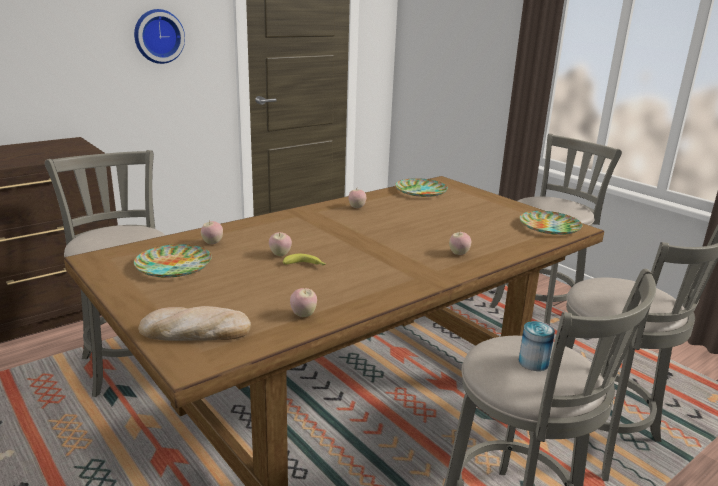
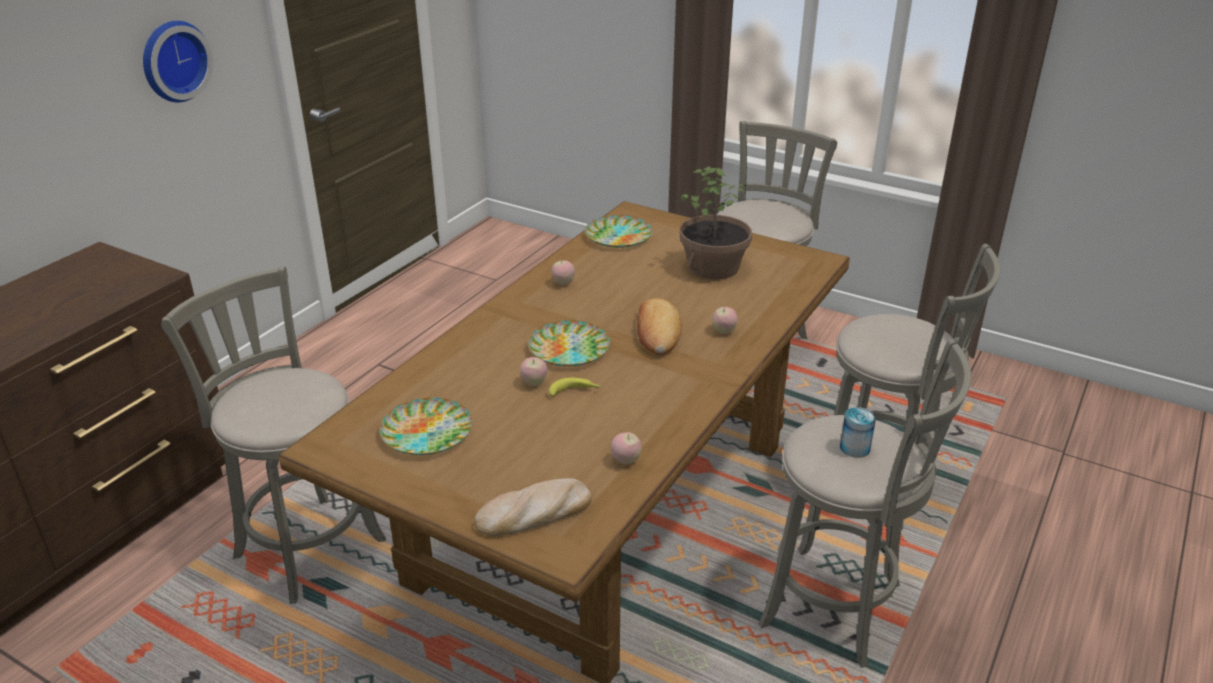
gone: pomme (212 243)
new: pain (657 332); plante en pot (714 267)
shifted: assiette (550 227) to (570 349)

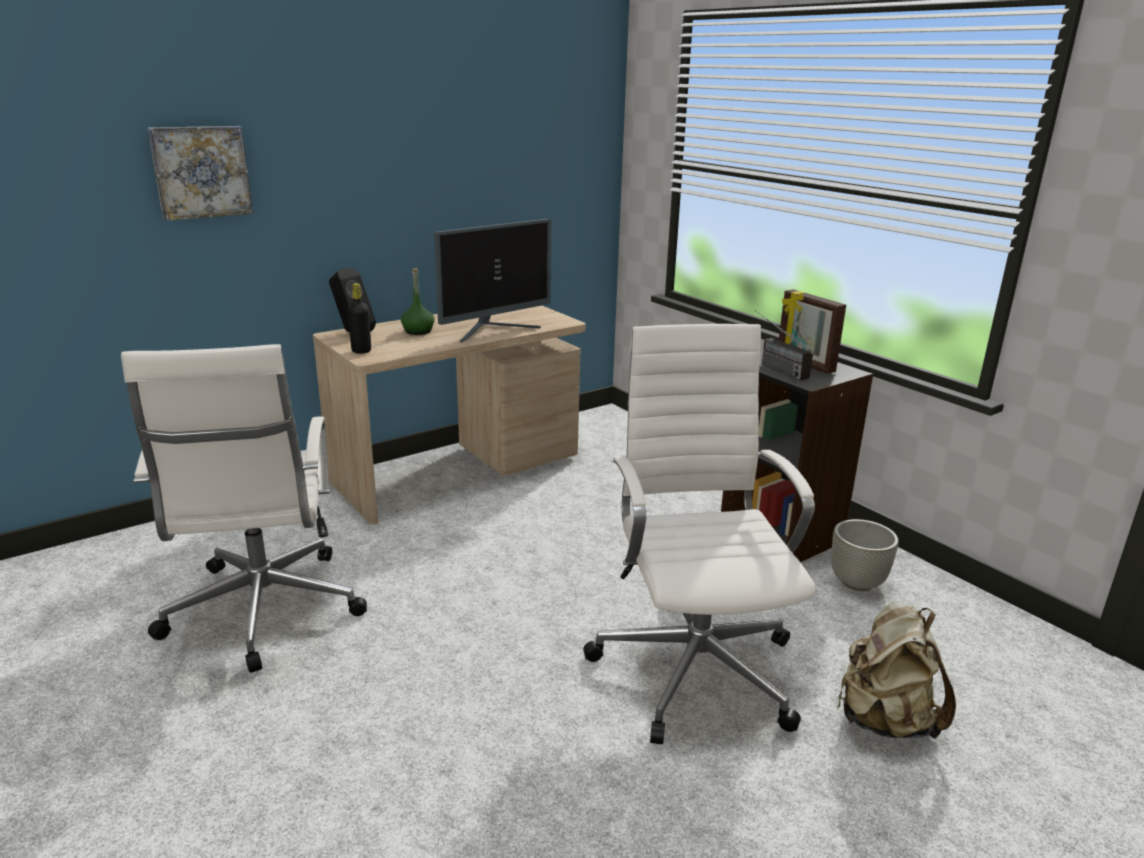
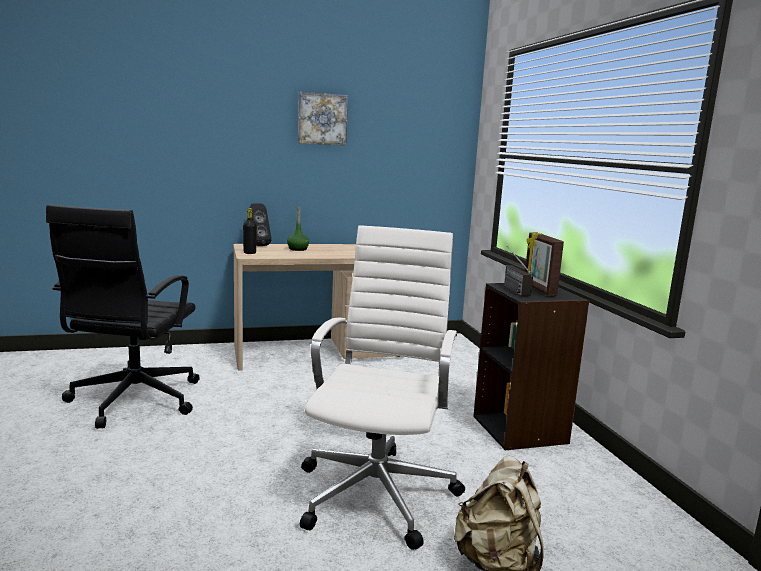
gone: écran d'ordinateur (494 330); cache-pot (gris) (857 582)
shifted: tableau (201 172) to (322 119)
repainted: chaise de bureau (blanc) (263 612) to chaise de bureau (noir) (133 401)

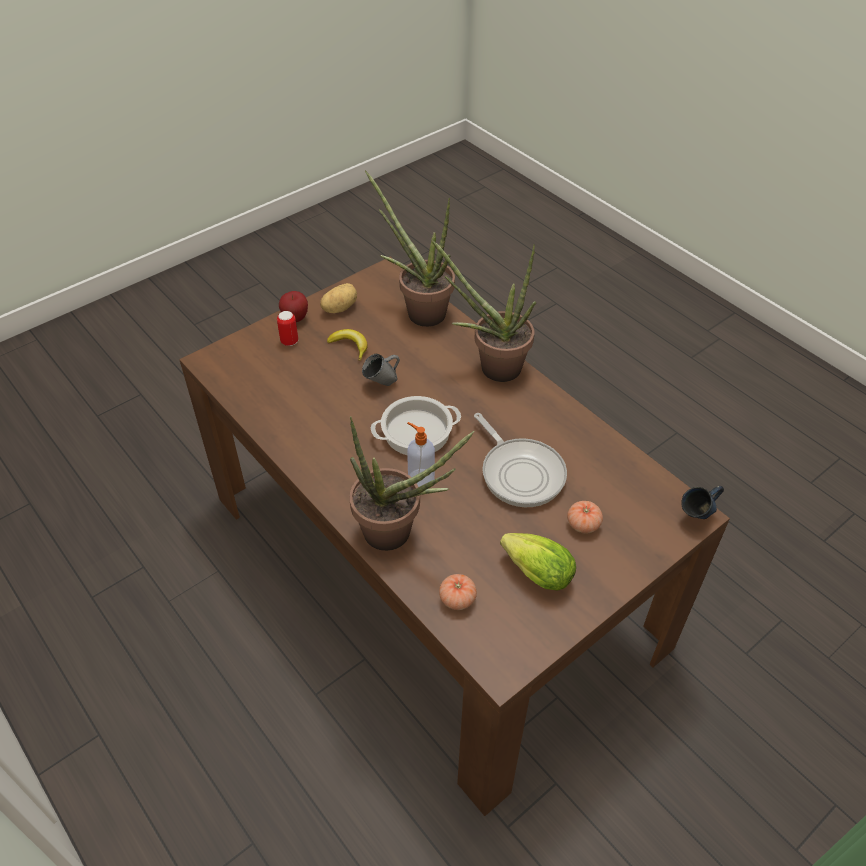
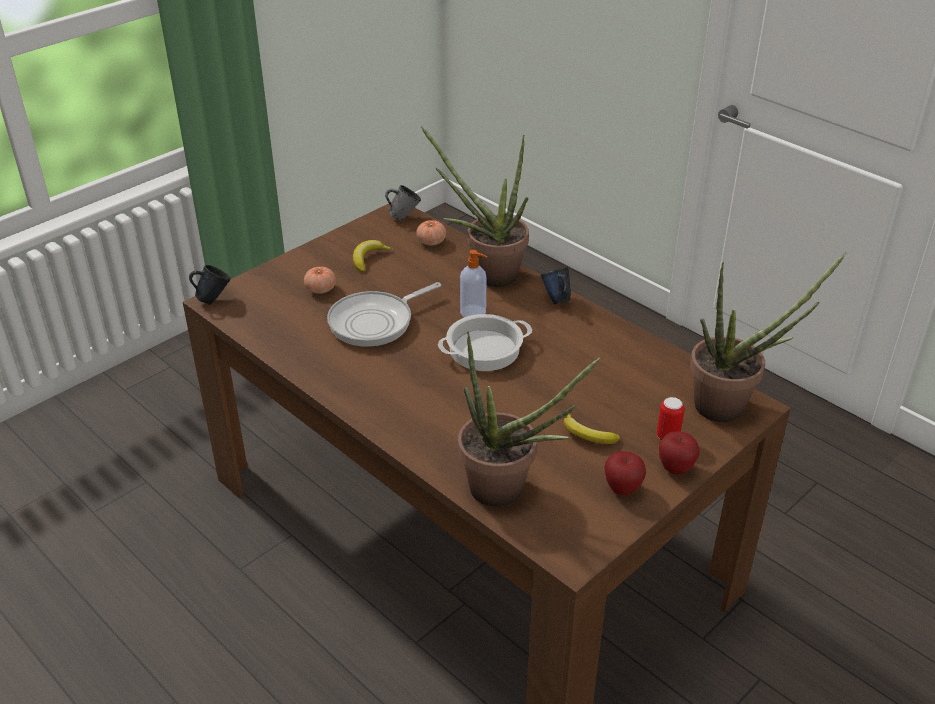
new: mug (bleu) (556 300)
shifted: mug (gris) (382 384) to (403 217); plante en pot (491 367) to (731 406)
swapped: pomme de terre (339 308) to pomme (622 489); laitue (533 571) to banane (369 259)
rotated: poêle (520 472) = (375 322) 90 degrees counterclockwise

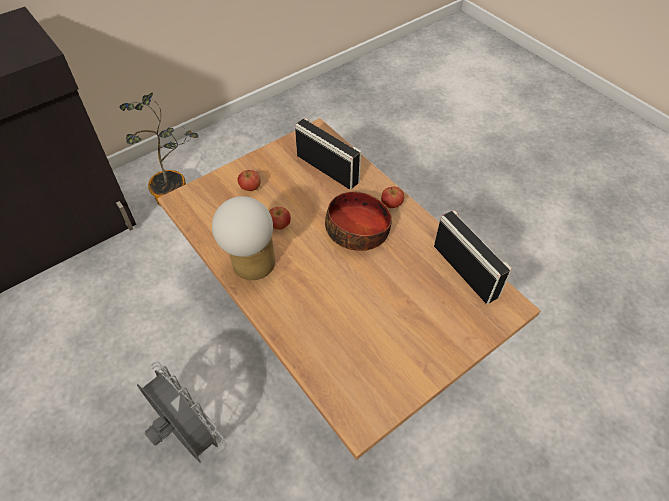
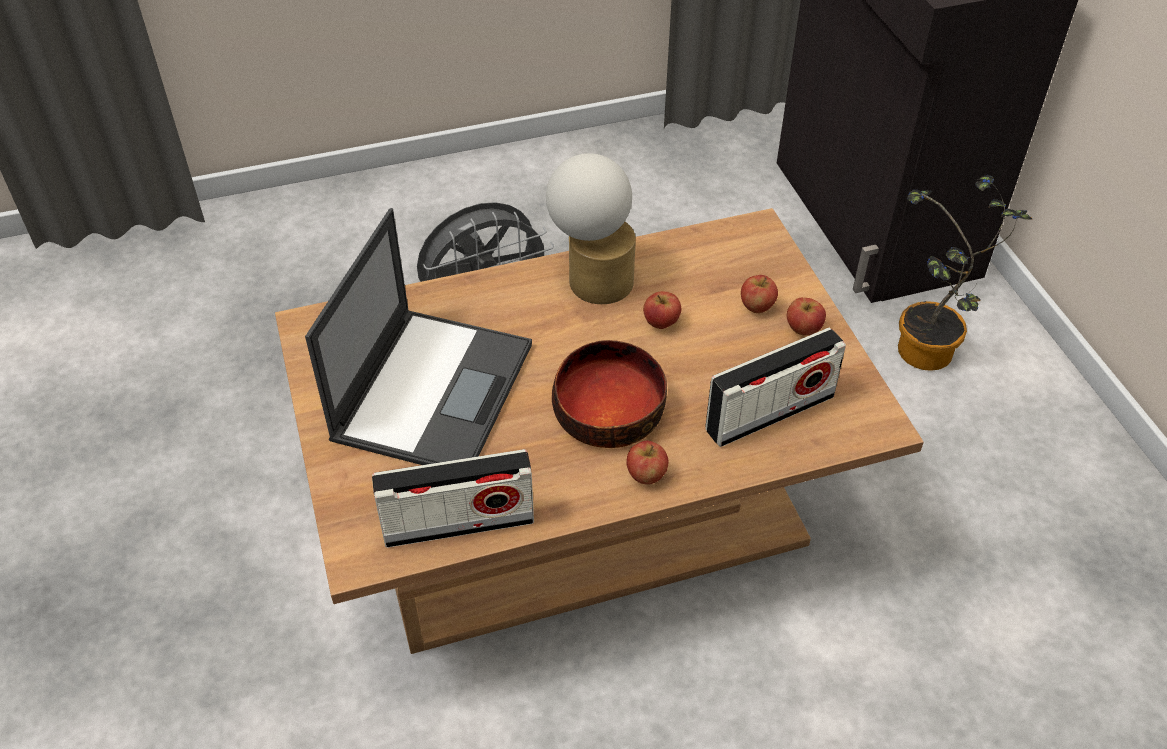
new: ordinateur portable (434 389); pomme (803 329)

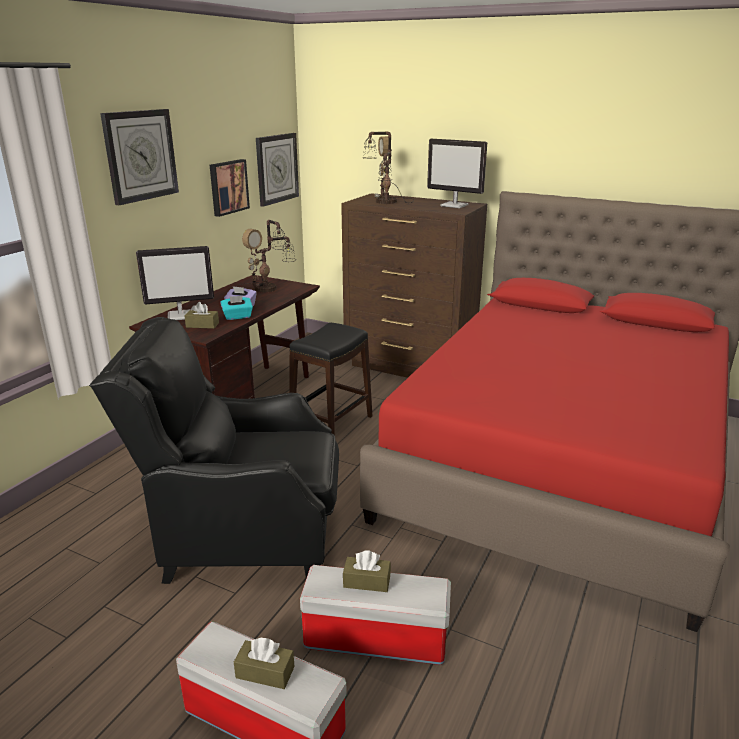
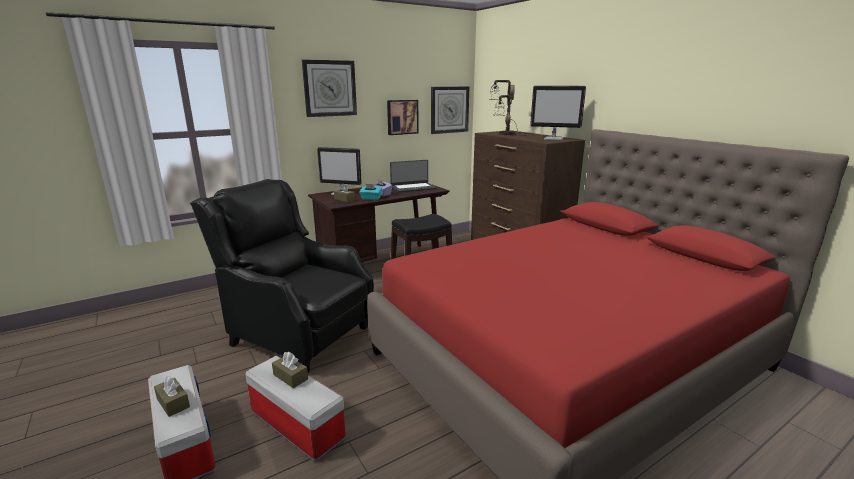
swapped: lampe de table (267 289) to ordinateur portable (413 188)
rotated: écran d'ordinateur (455 205) = (554 139) 45 degrees counterclockwise

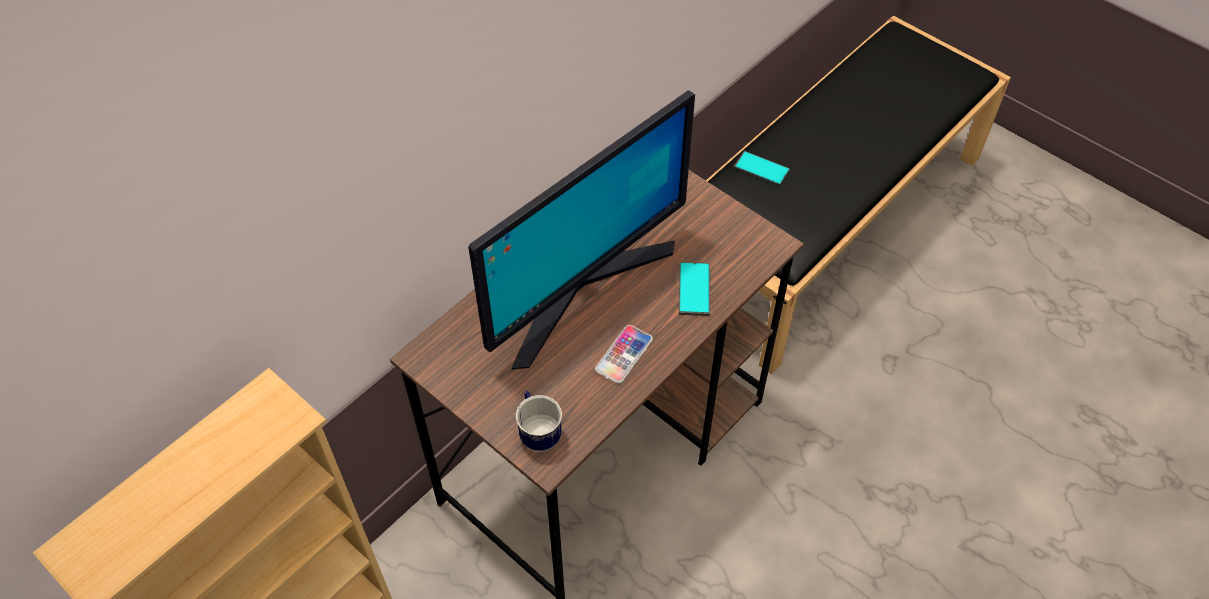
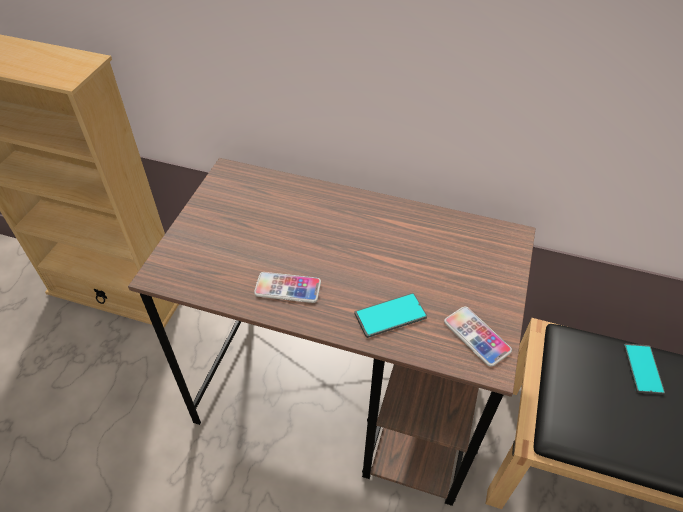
gone: écran d'ordinateur (581 289); mug (538 432)
new: téléphone (476 336)

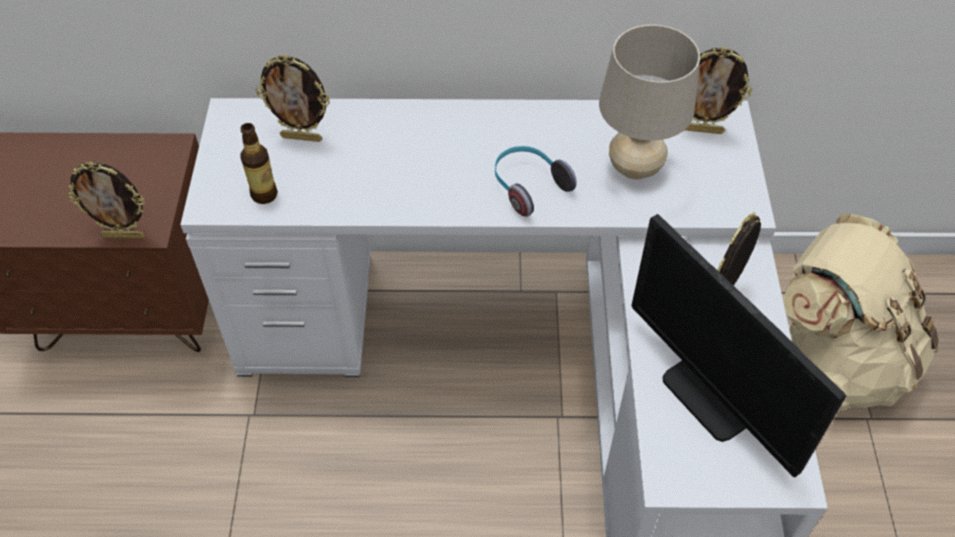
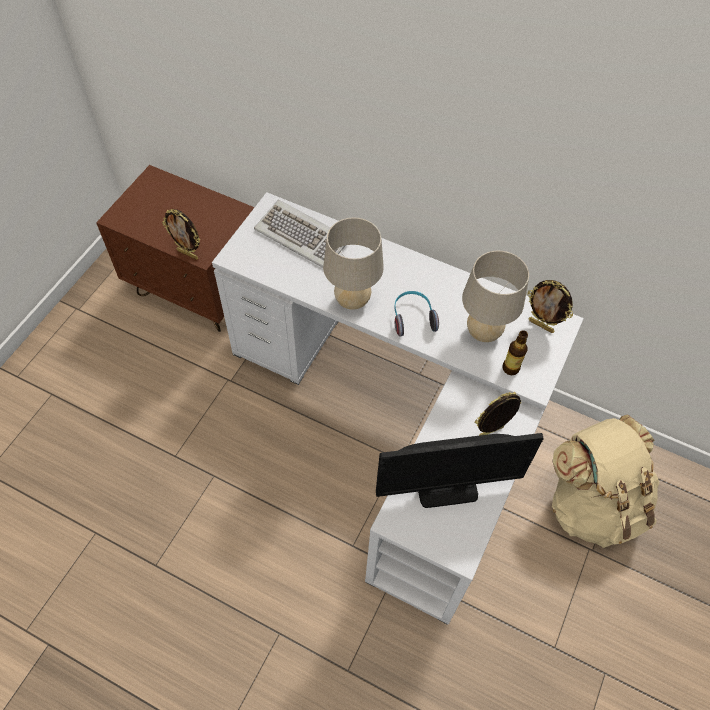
new: lampe de table (beige) (352 301)
shifted: bouteille (264 194) to (510 368)
swapped: cadre photo (302 137) to clavier (302 236)
rotated: écran d'ordinateur (711 395) = (446 486) 90 degrees counterclockwise

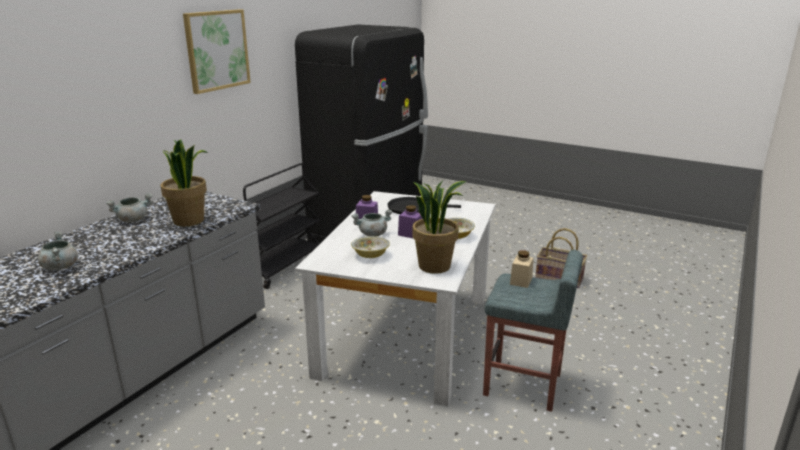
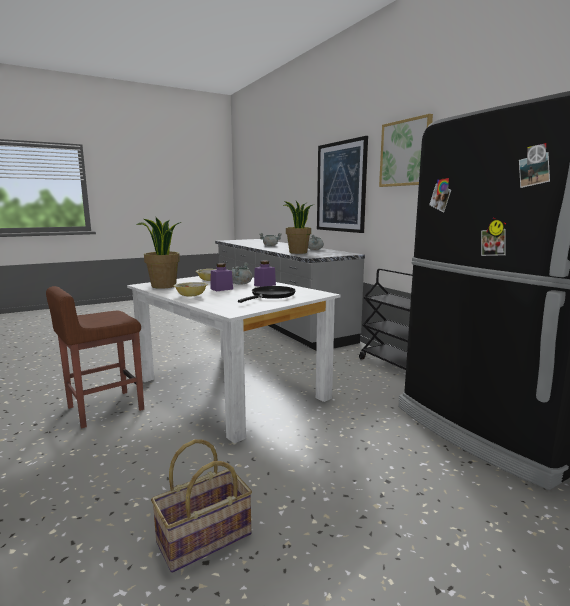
gone: bocal (beige) (521 281)
new: tableau (341 187)
repainted: tabouret (gris) (524 385) to tabouret (marron) (104 408)

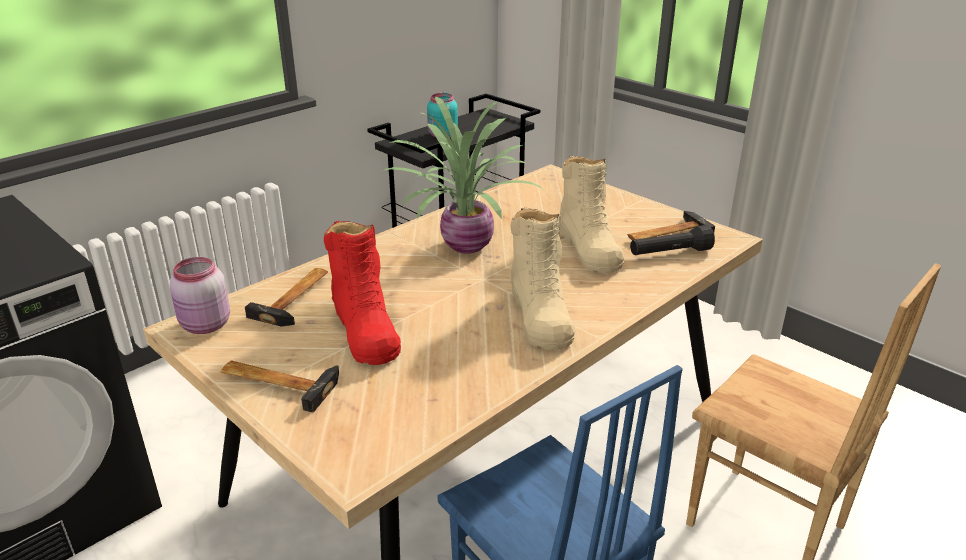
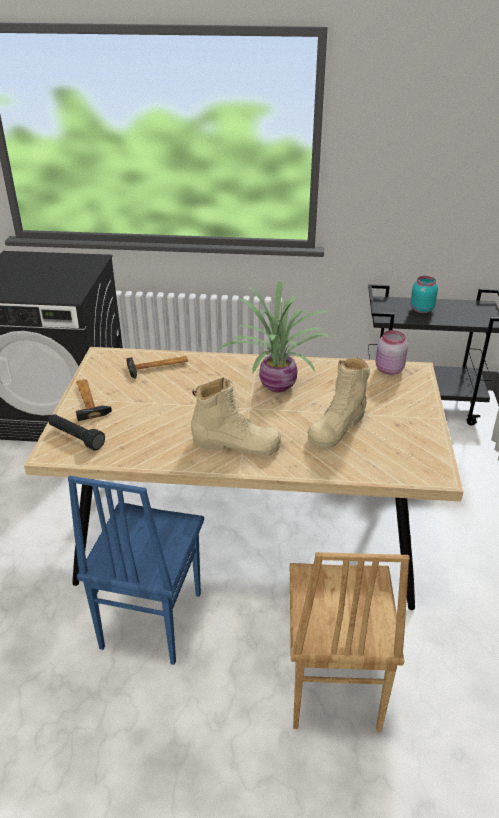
gone: botte (rouge) (365 330); marteau (665 233)
shifted: bocal (rose) (205 326) to (388 370); lampe de poche (noir) (669 253) to (76 438)
rotated: botte (beige) (540 315) = (236 444) 120 degrees counterclockwise

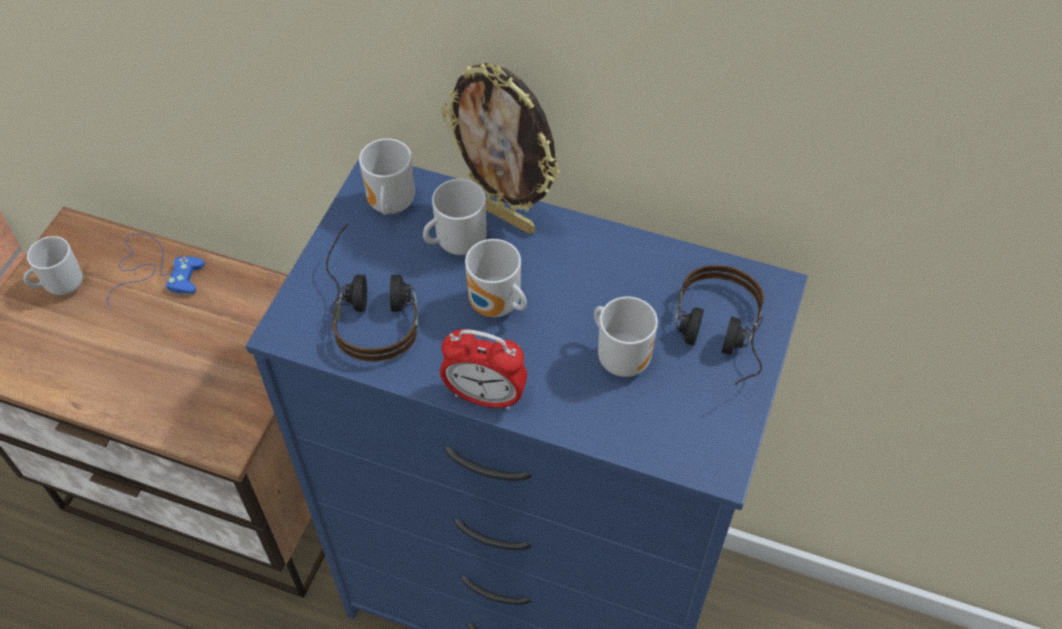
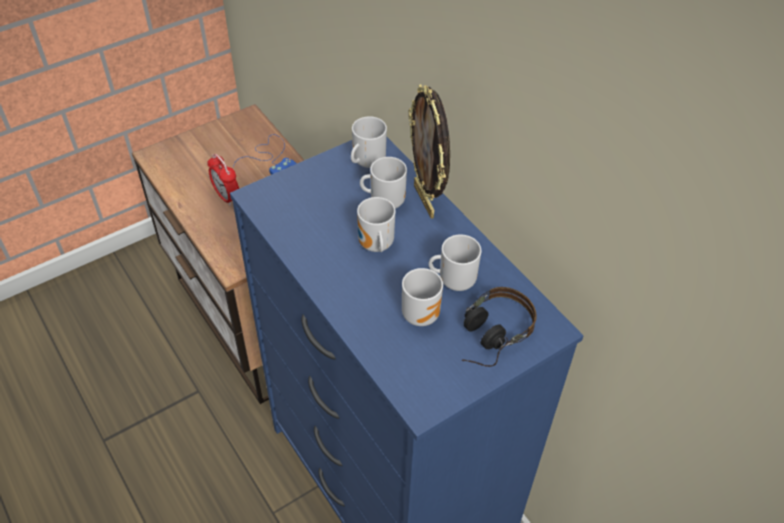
gone: casque audio (373 306)
shifted: mug (62 285) to (454 280); réveil (485 396) to (226 196)

